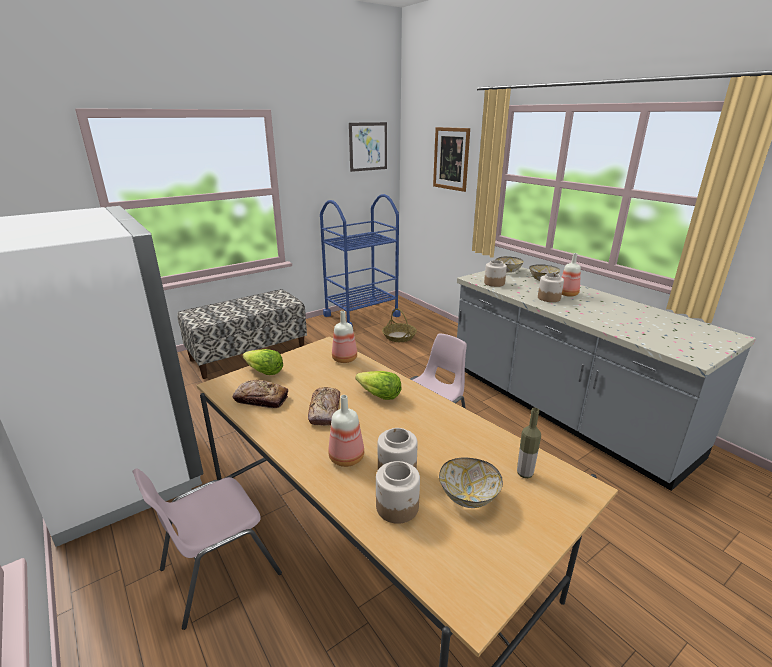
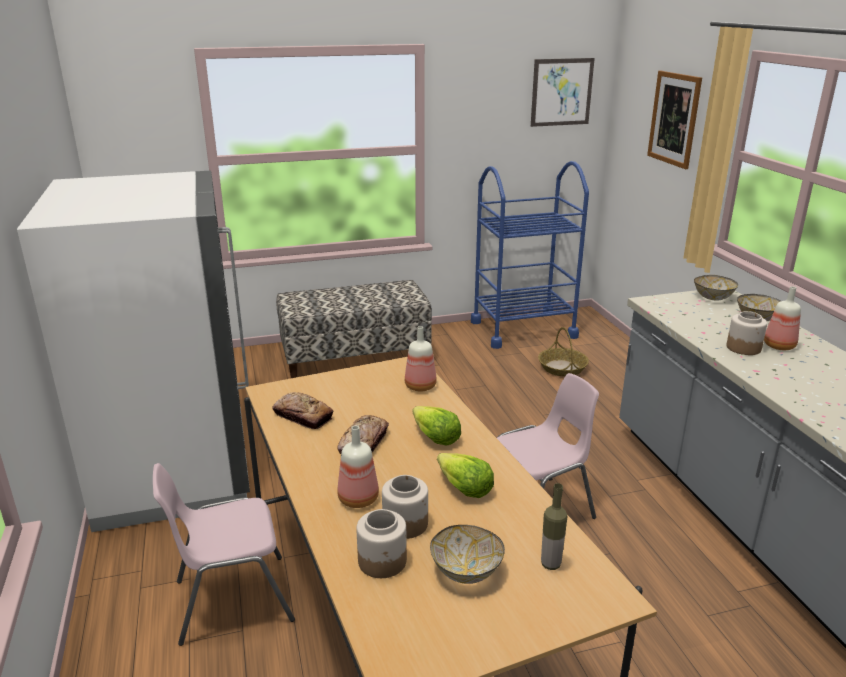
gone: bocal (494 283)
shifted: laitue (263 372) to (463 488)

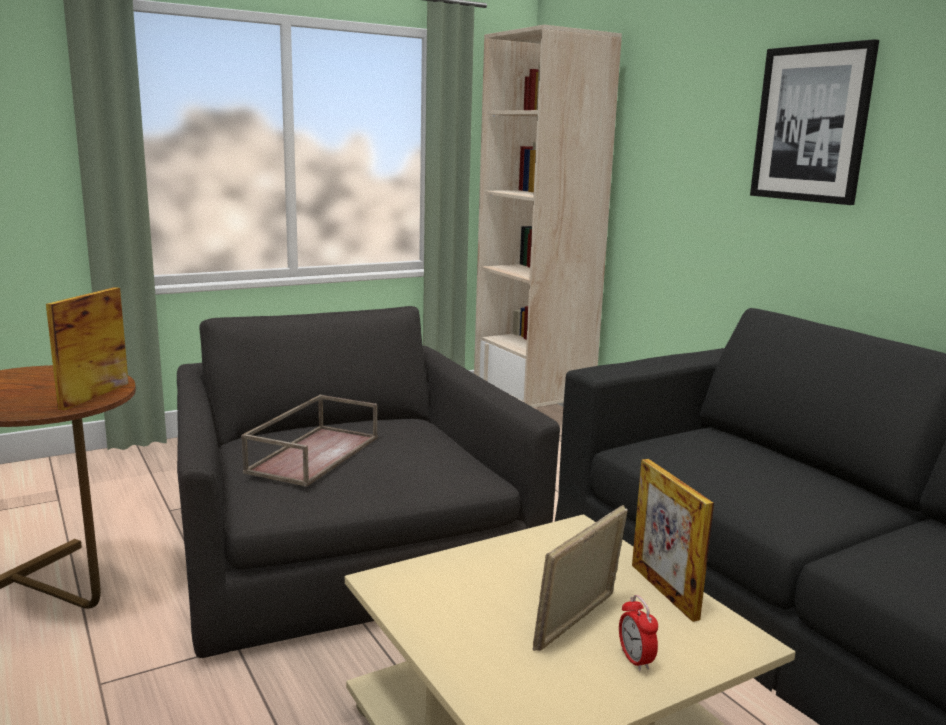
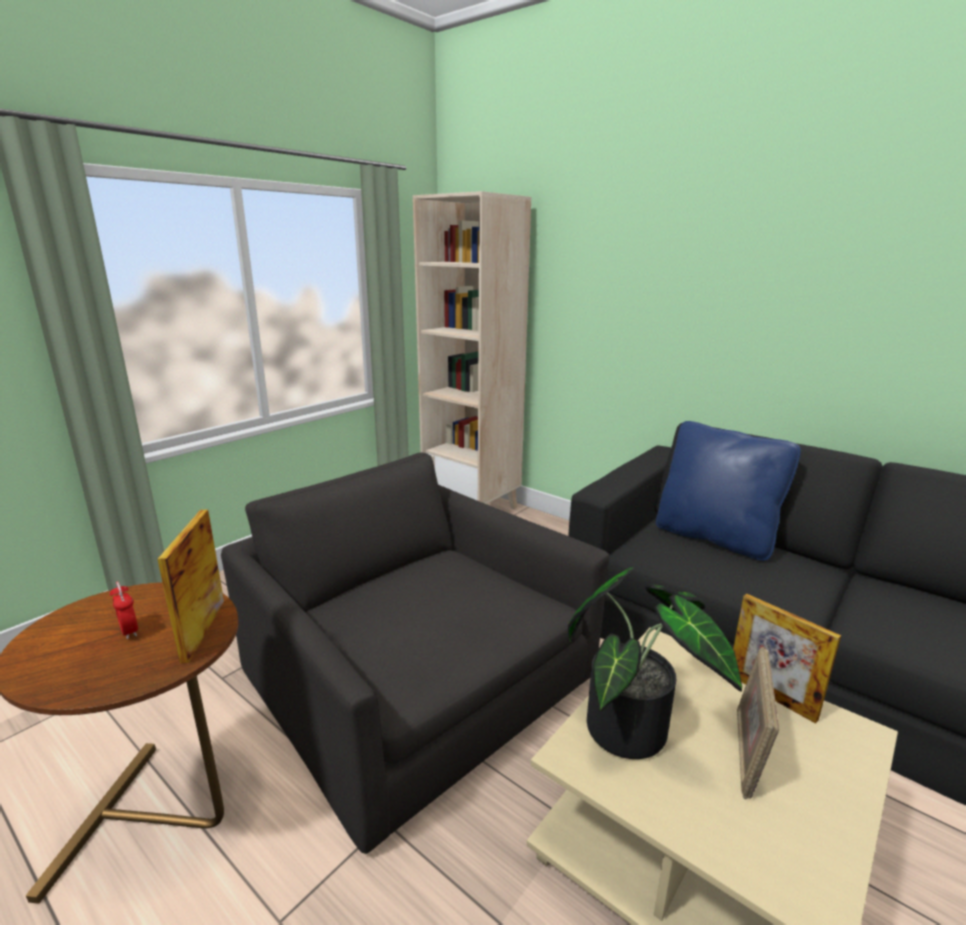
gone: plateau (marron) (313 454); tableau (811 124)
new: plante en pot (635 727); coussin (bleu) (714 537)
shifted: réveil (635 660) to (129 631)

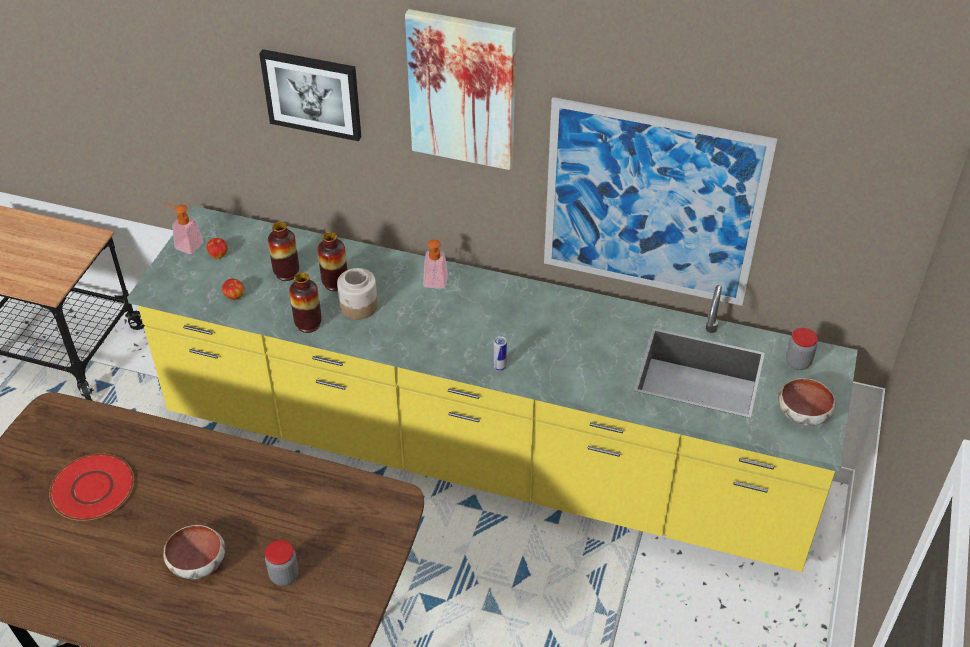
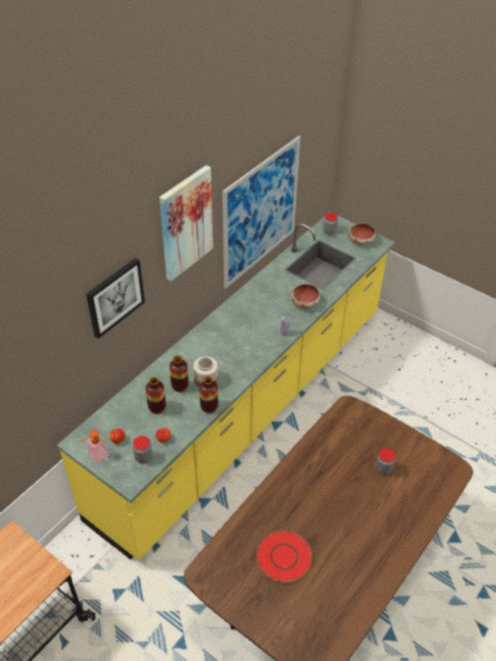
gone: distributeur de savon (435 285)
new: bocal (143 457)
shifted: bol (198 562) to (304 303)

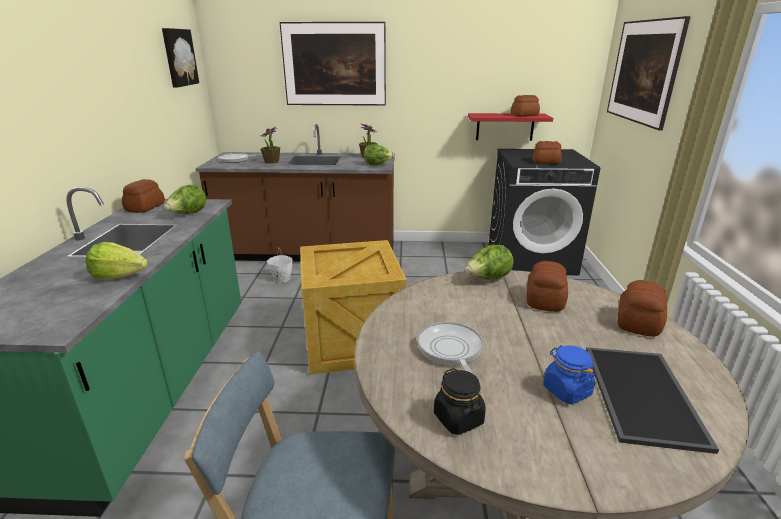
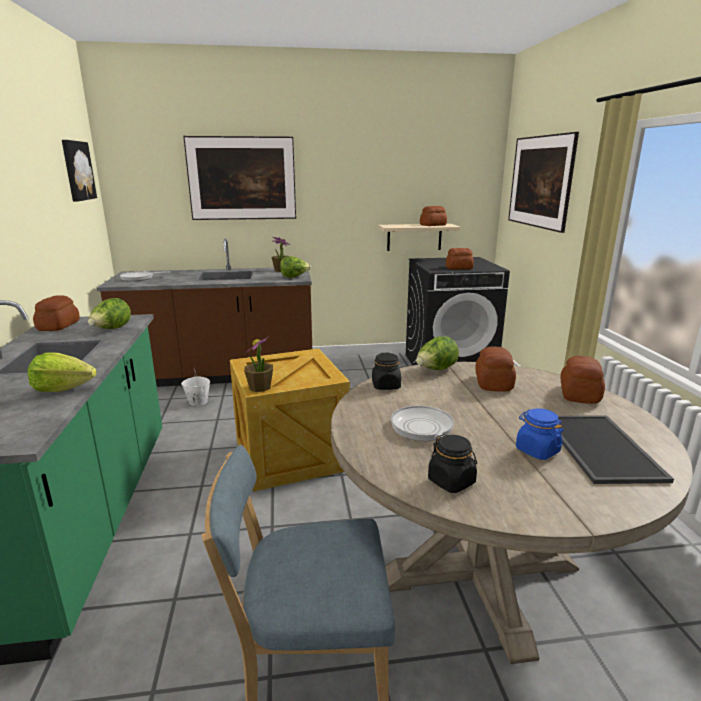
new: bocal (noir) (386 386)
shifted: plante en pot (271 162) to (260 387)
repainted: étagère (rouge) (505 127) to étagère (beige) (414 237)

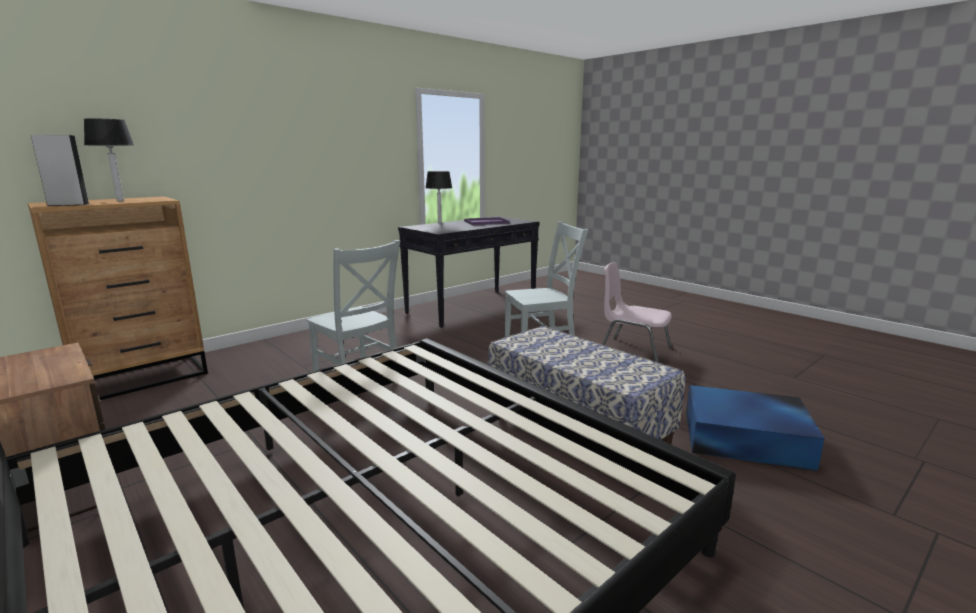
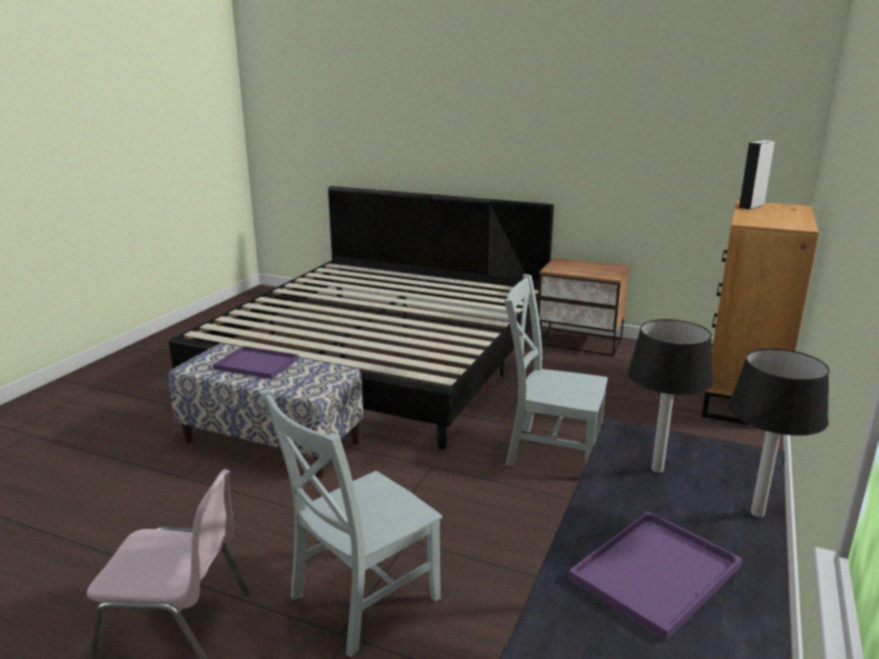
gone: boîte de rangement (bleu) (747 439)
new: plateau (violet) (258 364)
shifted: lampe de table (121 200) to (658 470)

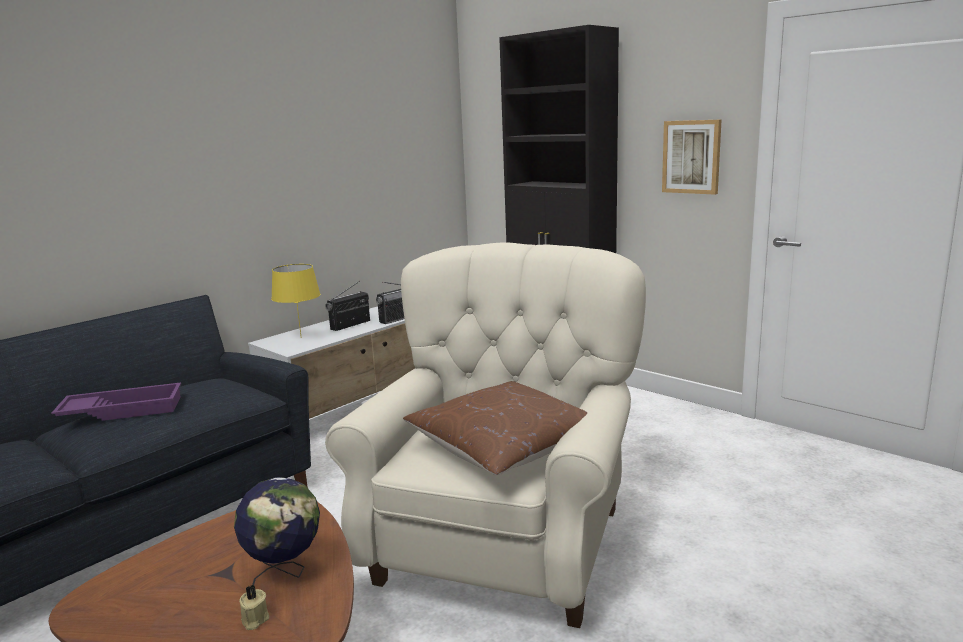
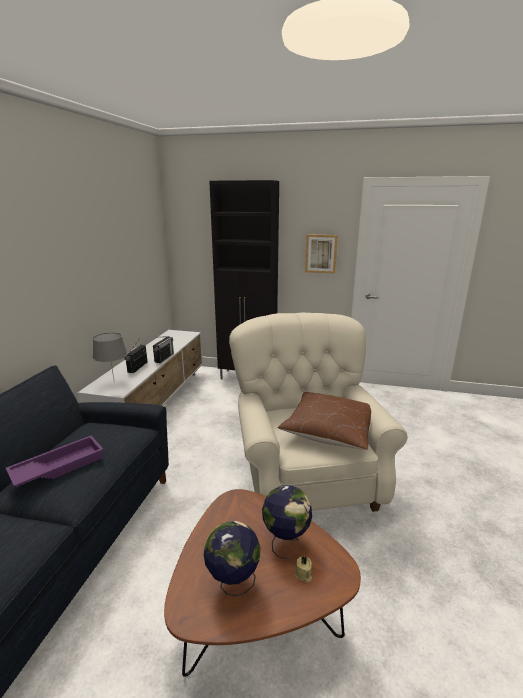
new: globe (233 583)
repainted: lampe de table (jaune) (301 338) to lampe de table (gris) (114 382)

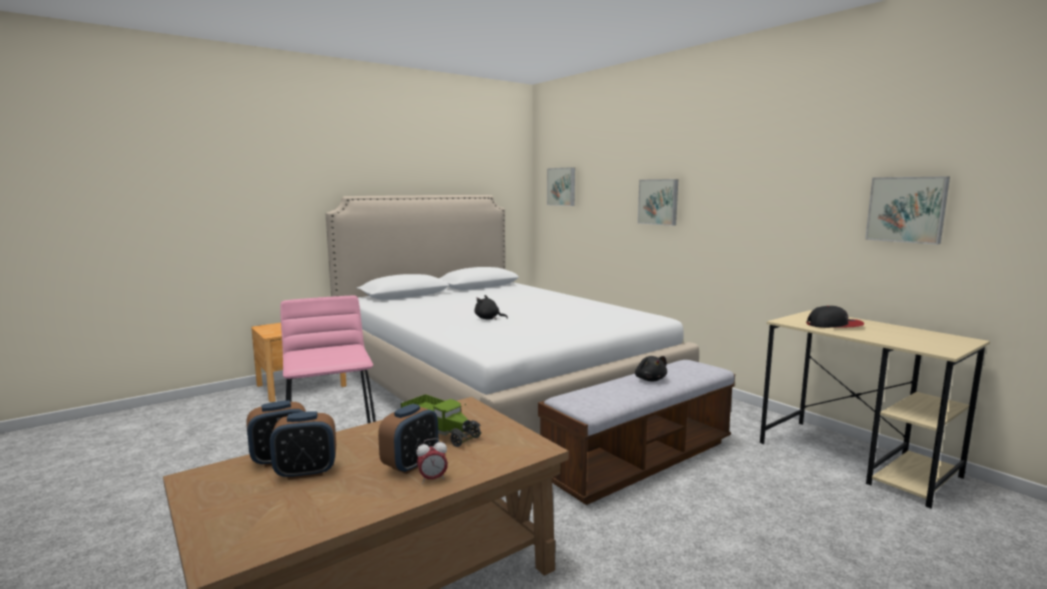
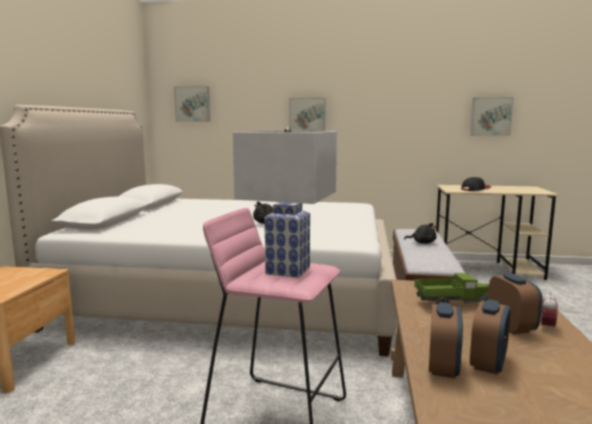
new: lampe de table (blanc) (289 270)

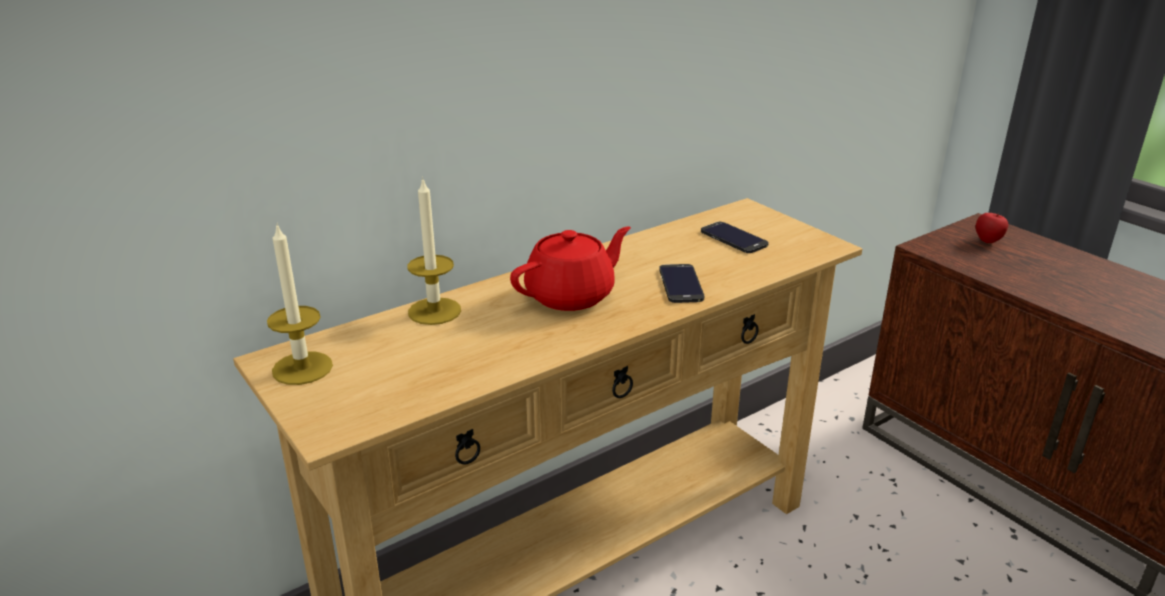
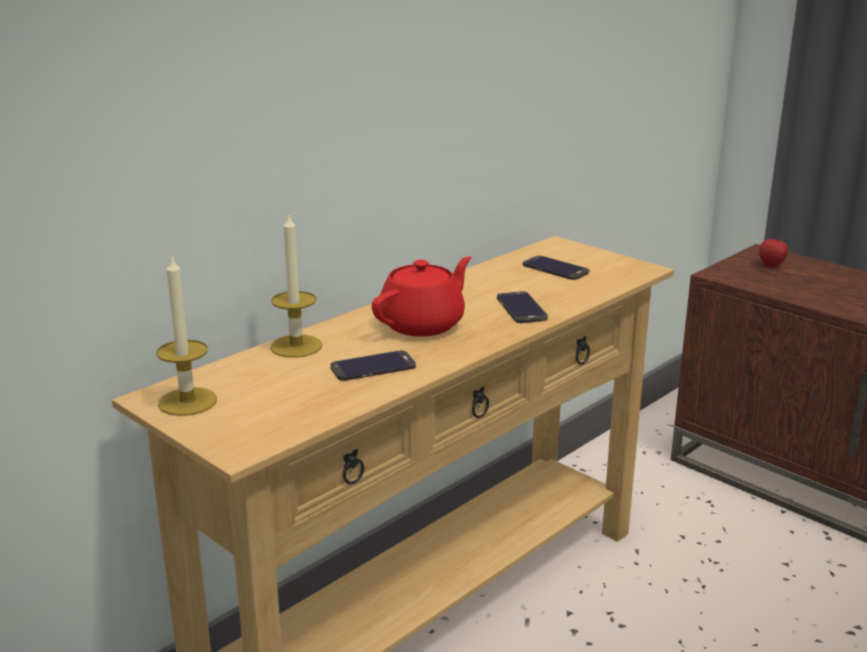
new: téléphone (373 367)

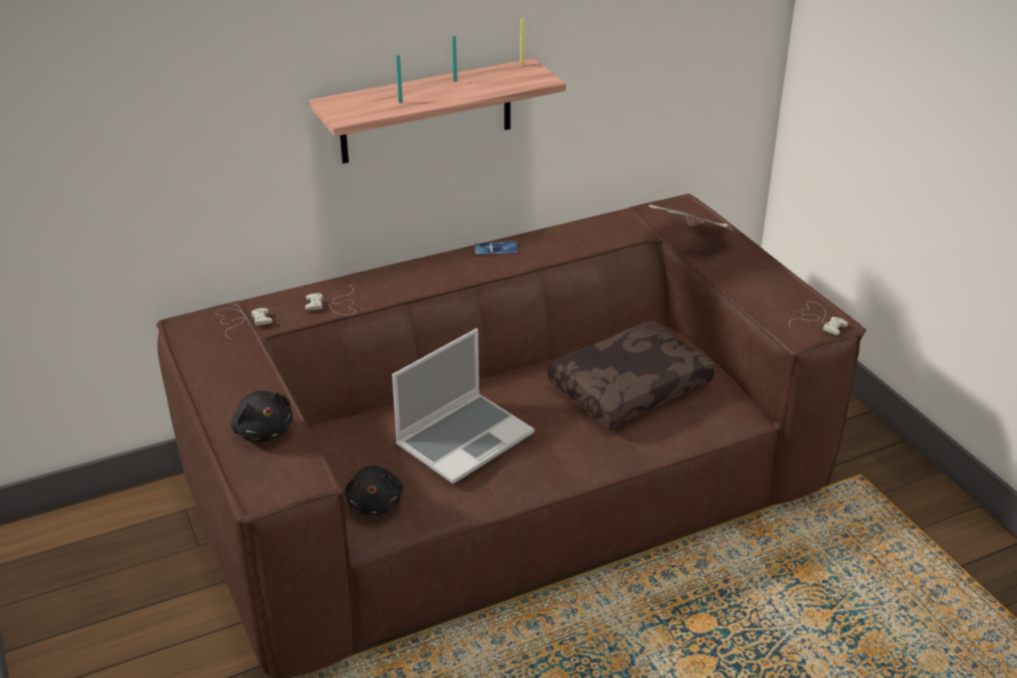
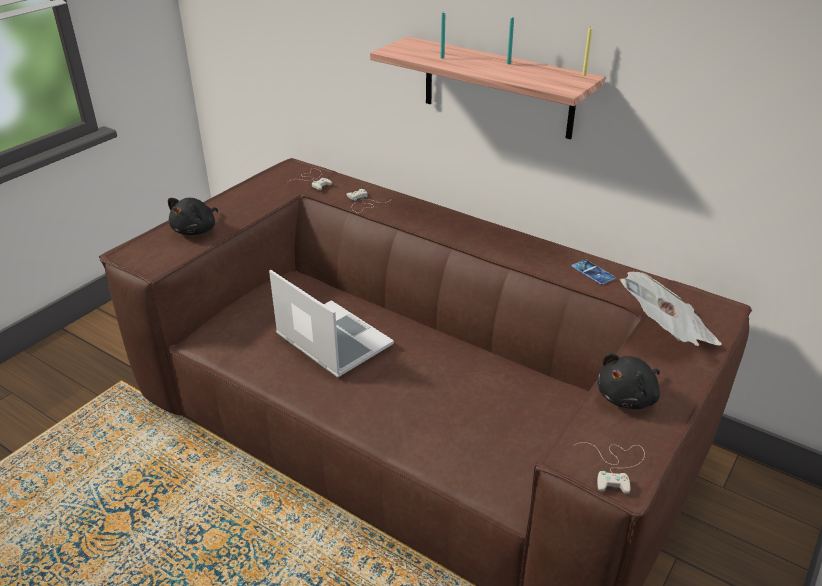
gone: coussin (marron) (629 386)
shifted: peluche (noir) (375 503) to (628 397); téléphone (496 248) to (593 272)
rotated: ordinateur portable (465 438) = (331 341) 150 degrees counterclockwise

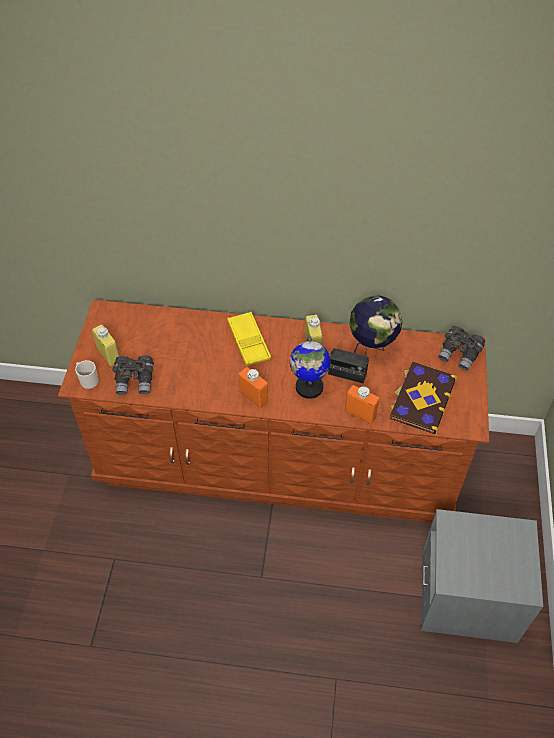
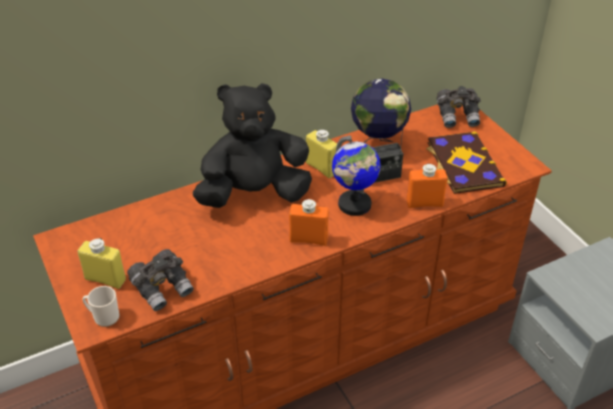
swapped: plateau (jaune) (248 341) to peluche (noir) (254 194)

